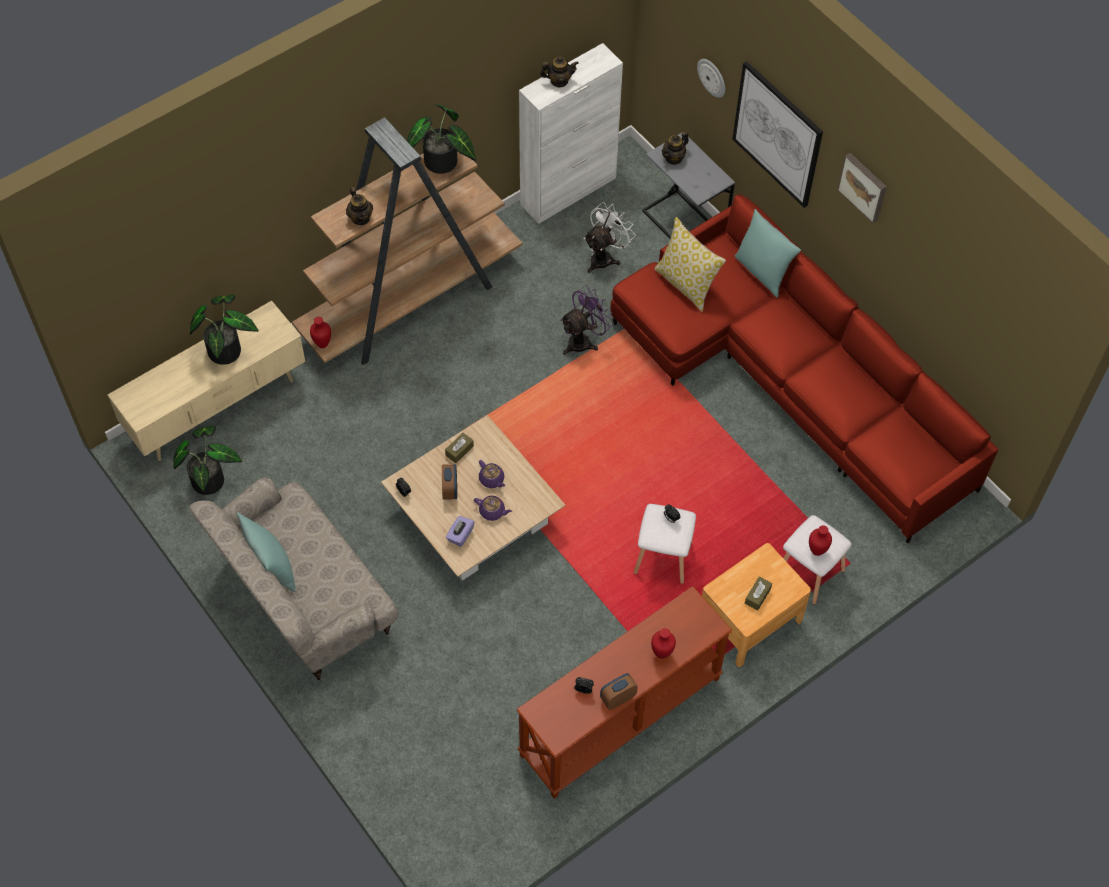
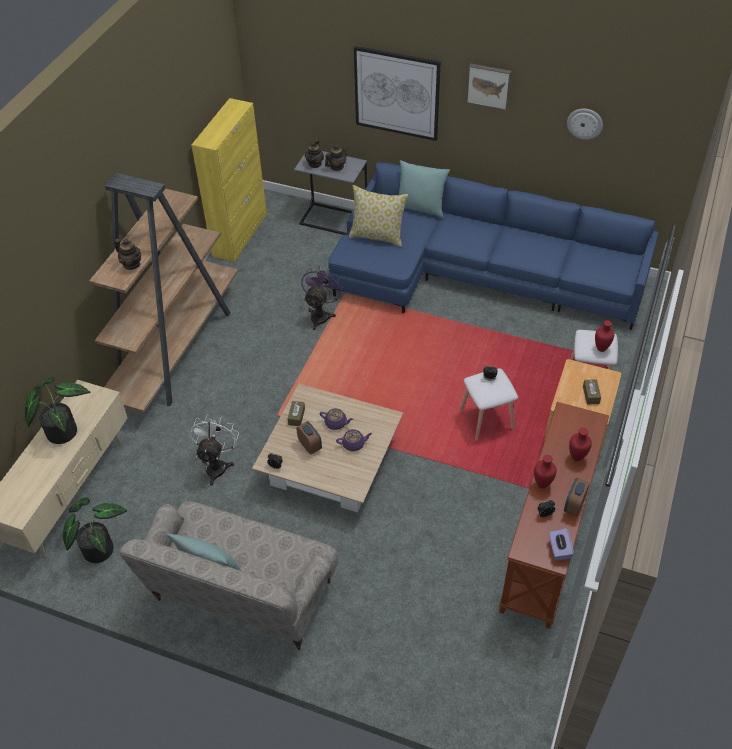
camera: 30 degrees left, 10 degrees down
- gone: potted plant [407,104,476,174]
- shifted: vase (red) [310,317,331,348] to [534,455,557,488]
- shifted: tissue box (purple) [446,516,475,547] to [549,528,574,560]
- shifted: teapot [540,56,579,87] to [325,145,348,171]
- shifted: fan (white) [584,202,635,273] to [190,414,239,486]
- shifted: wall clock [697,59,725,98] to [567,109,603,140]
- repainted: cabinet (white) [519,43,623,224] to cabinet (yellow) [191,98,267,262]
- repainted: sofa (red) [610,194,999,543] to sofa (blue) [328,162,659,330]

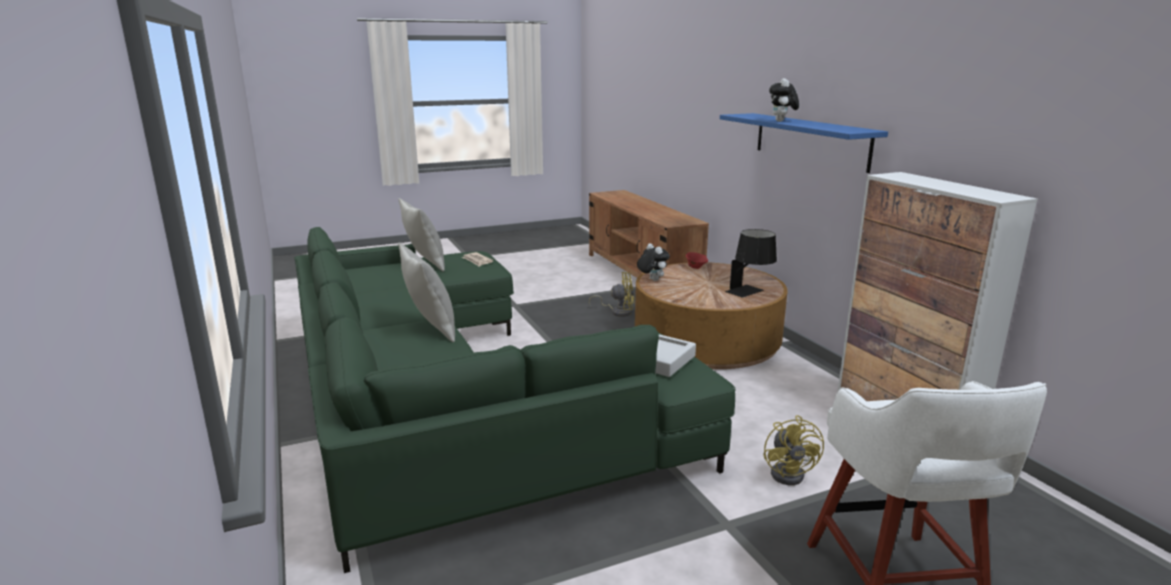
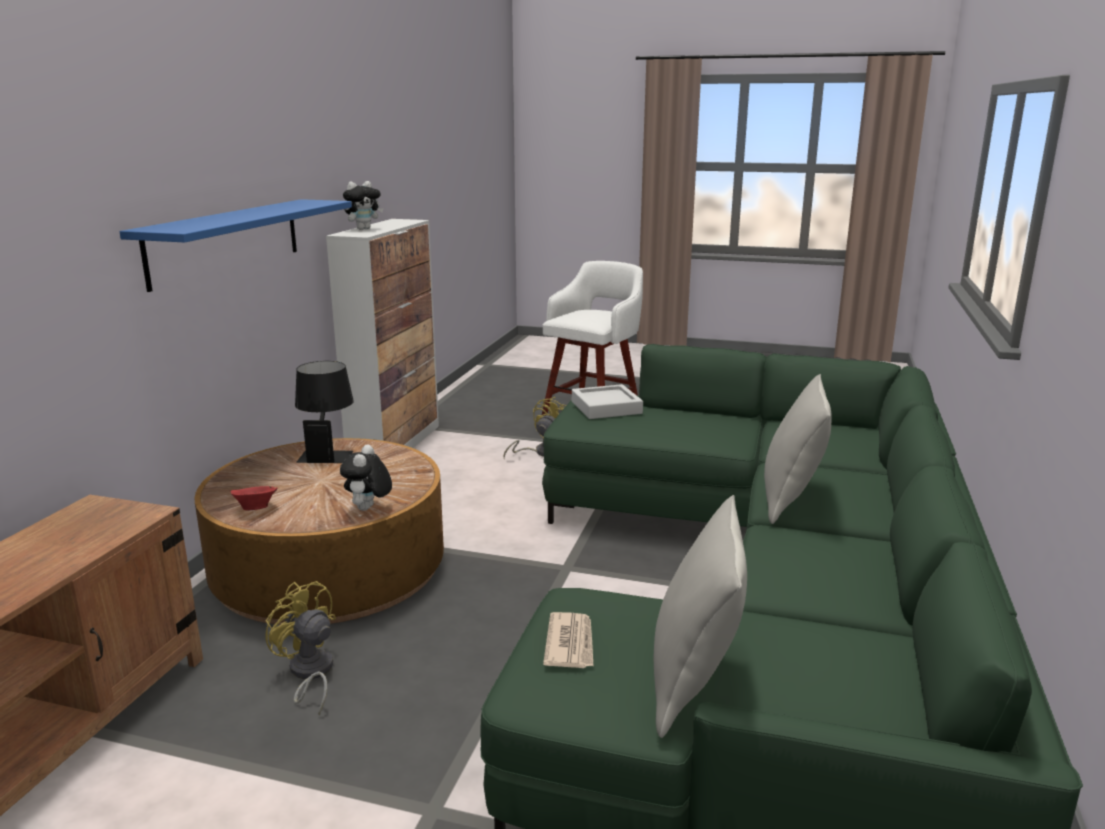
camera: 140 degrees left, 0 degrees up
- shifted: plush toy [769,79,799,122] to [343,181,383,230]

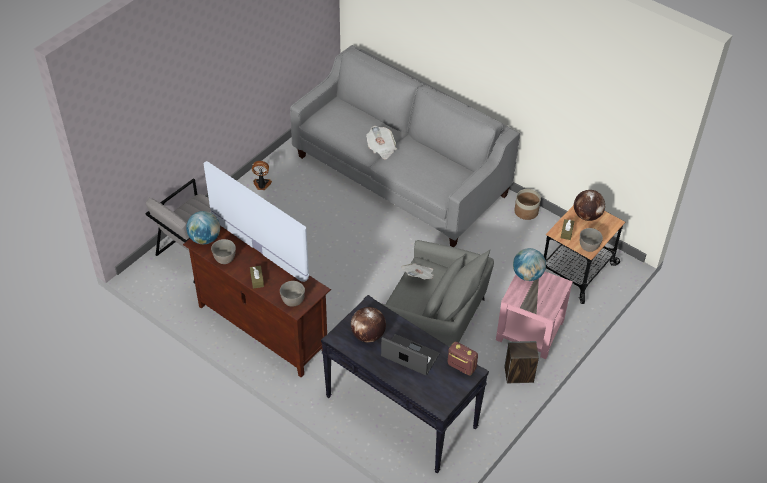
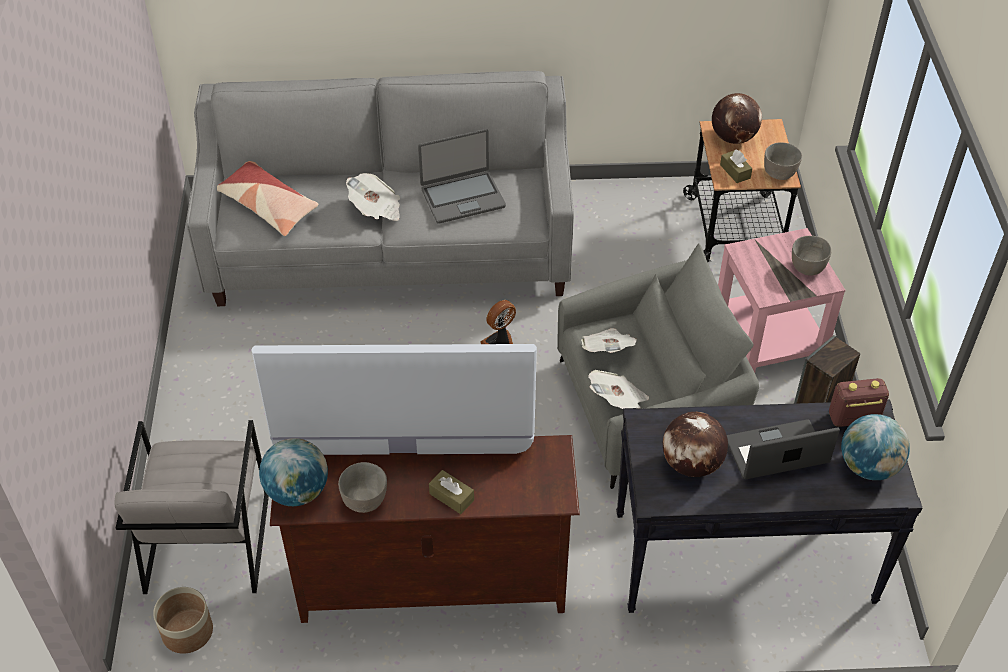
camera: 40 degrees left, 0 degrees up
- new: pillow [217,161,318,236]
- new: laptop [418,129,506,224]
- new: newspaper [589,370,649,409]
- shifted: fan [252,161,272,190] to [480,300,516,344]
- shifted: bowl (grey) [280,281,305,307] to [792,236,831,276]
- shifted: globe [513,248,546,281] to [841,414,910,480]
- shifted: planter [514,189,541,220] to [153,587,213,654]

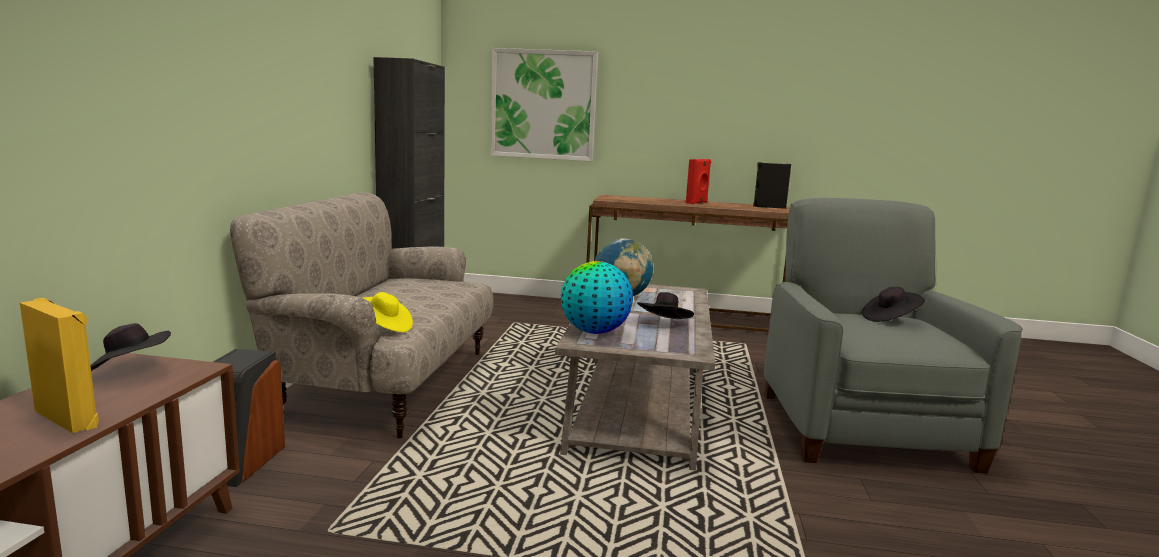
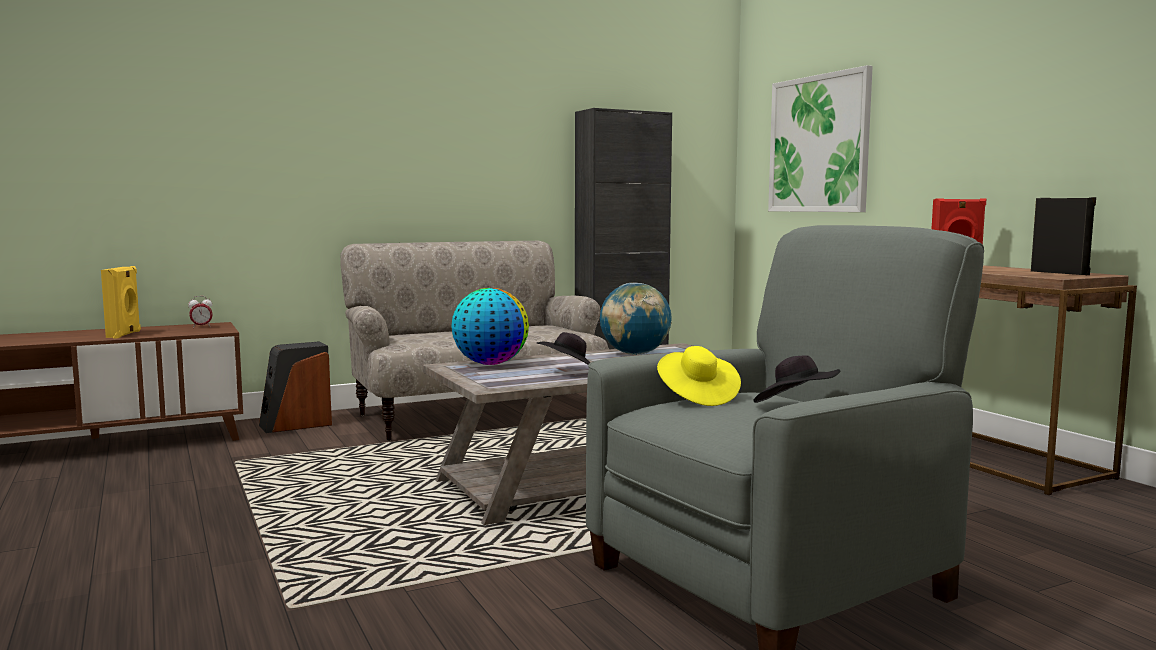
camera: 55 degrees right, 5 degrees down
- shifted: hat (yellow) [363,292,413,332] to [657,346,741,406]
- swapped: hat (black) [91,323,171,371] to alarm clock [188,296,213,328]

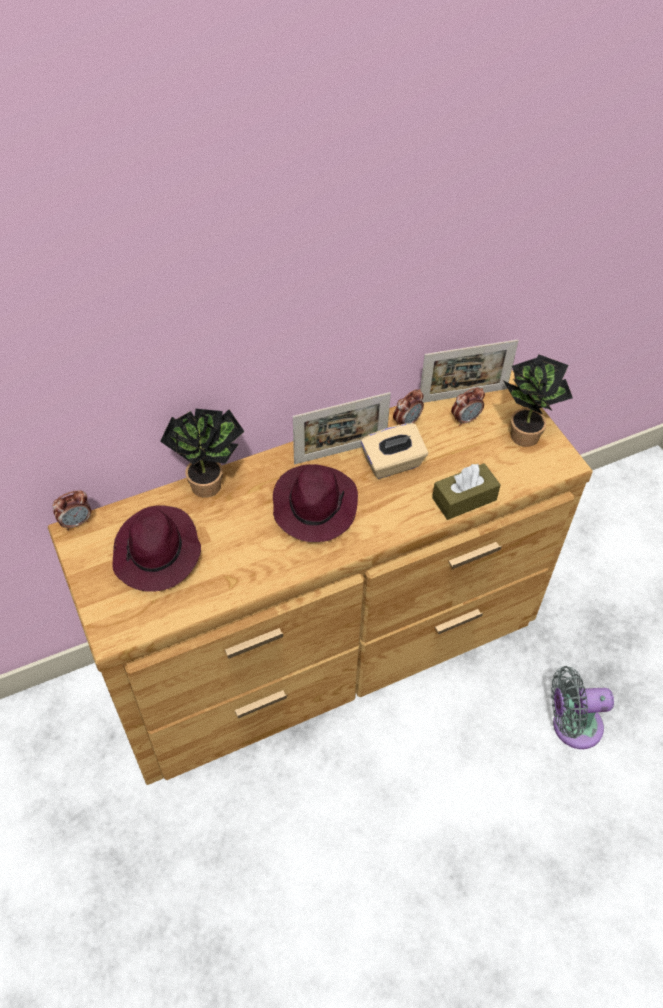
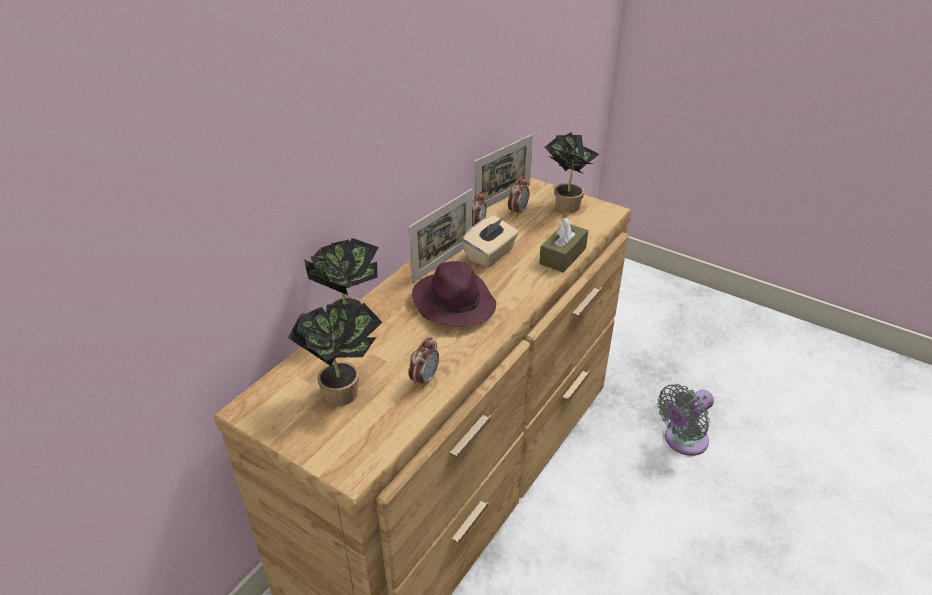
camera: 30 degrees left, 15 degrees down
- shifted: alarm clock [52,490,91,531] to [409,337,439,388]
- swapped: hat (purple) [113,505,201,592] to potted plant [288,303,382,406]

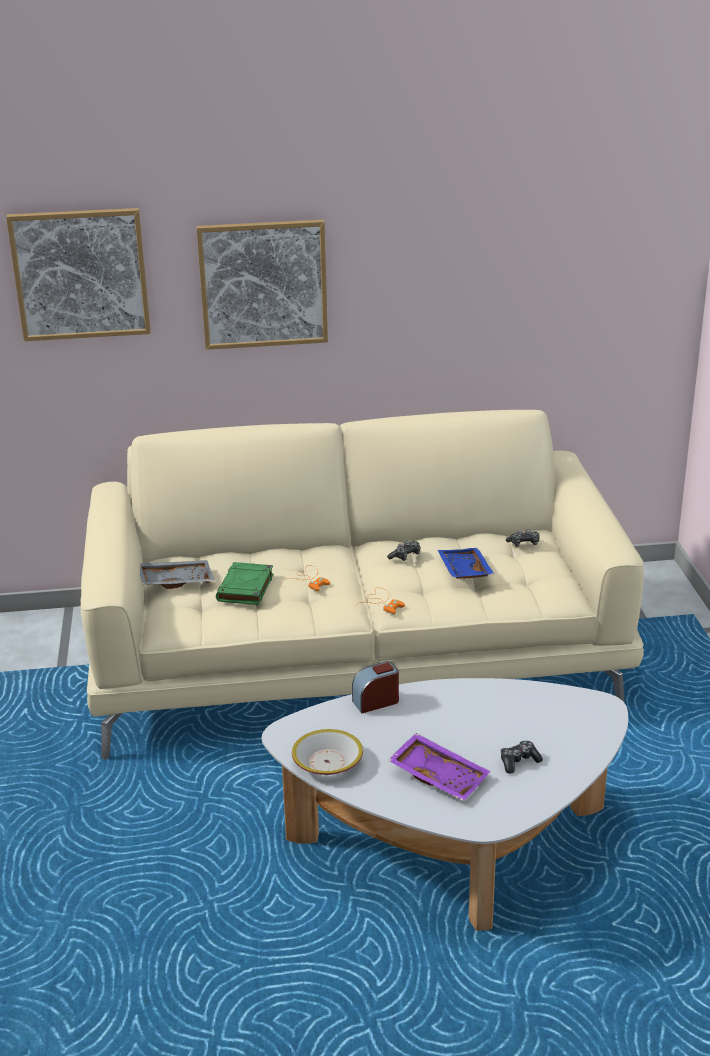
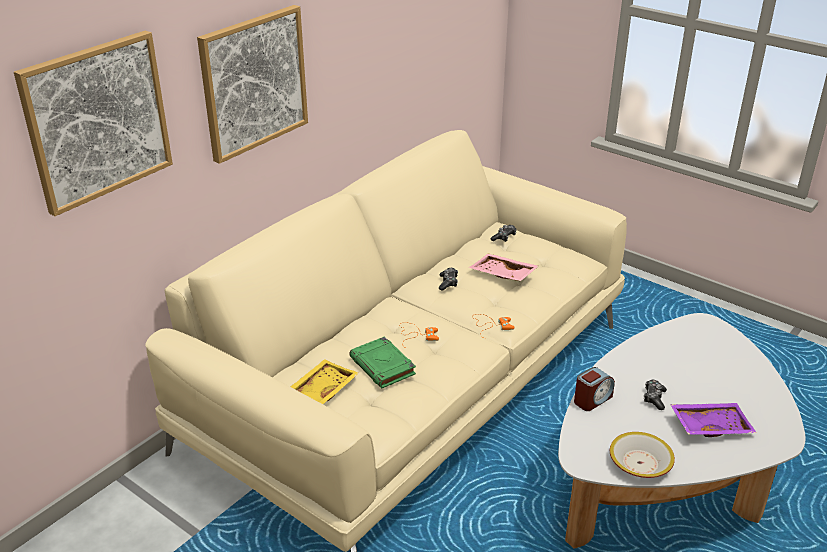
camera: 45 degrees left, 5 degrees up
- shifted: game controller [501,741,543,774] to [644,380,667,410]
- repainted: tray (grey) [140,560,215,589] to tray (yellow) [291,359,359,404]
- repainted: tray (blue) [438,548,494,579] to tray (pink) [469,254,539,281]
- rotated: alarm clock [352,661,399,714] = [574,367,615,411] 150 degrees counterclockwise

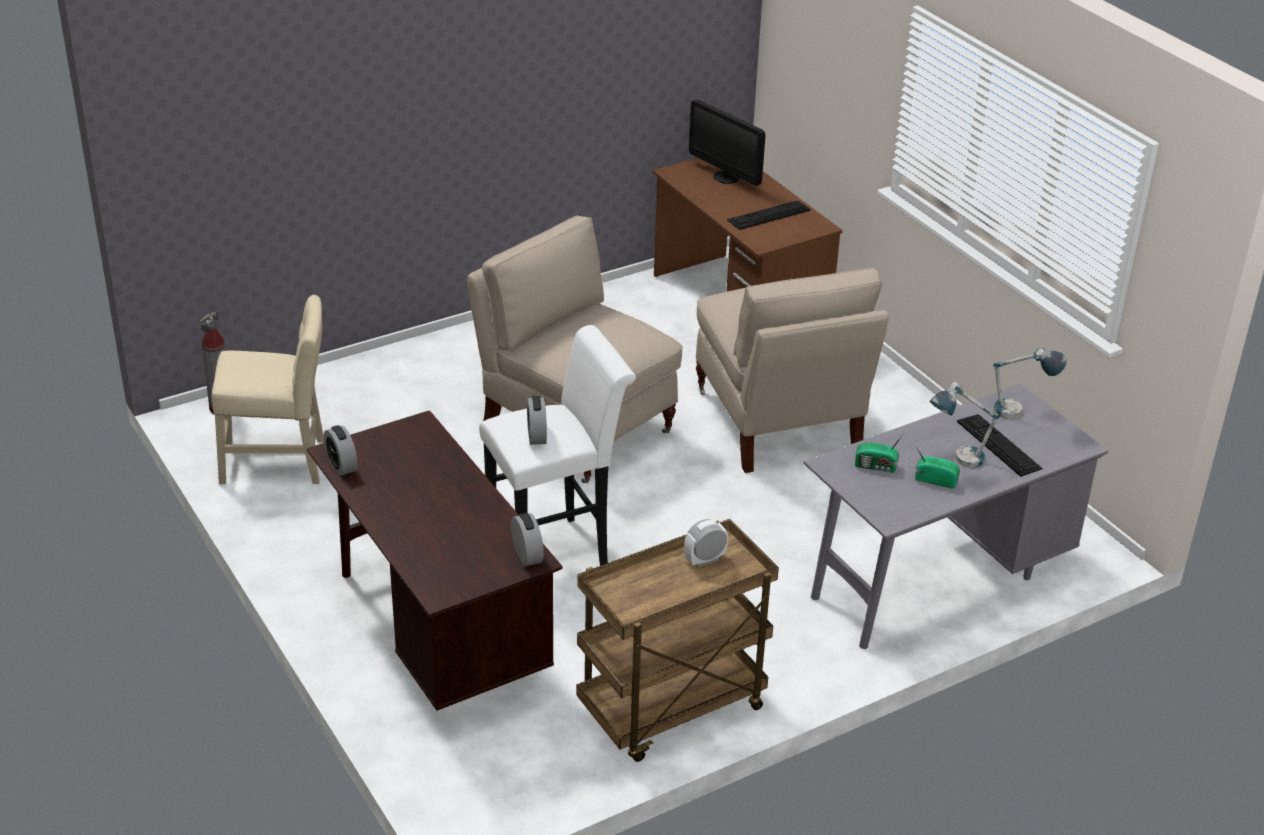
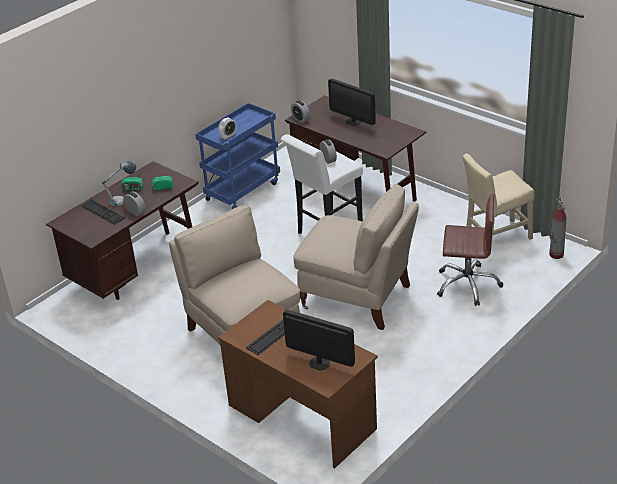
camera: 165 degrees right, 0 degrees up
- gone: table lamp [993,348,1067,419]
- new: monitor [328,78,376,126]
- new: office chair (brown) [437,194,503,306]
- shifted: alarm clock [324,425,358,476] to [123,192,146,216]
- repainted: cart (brown) [577,519,779,762] to cart (blue) [195,103,280,209]
- repainted: desk (grey) [803,384,1108,649] to desk (brown) [46,161,199,300]

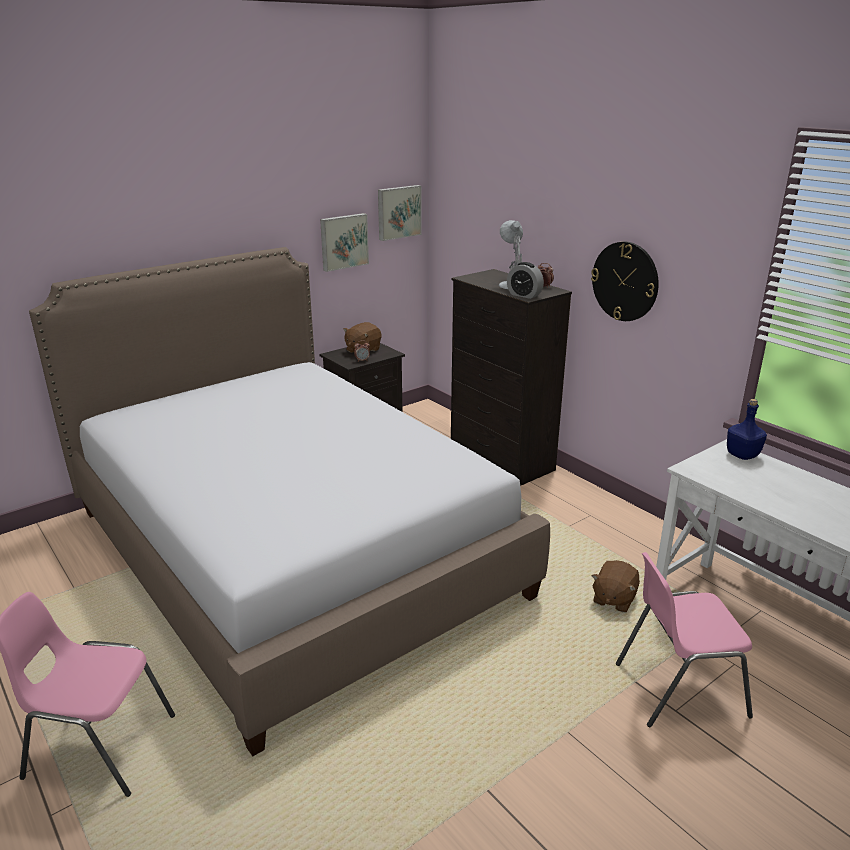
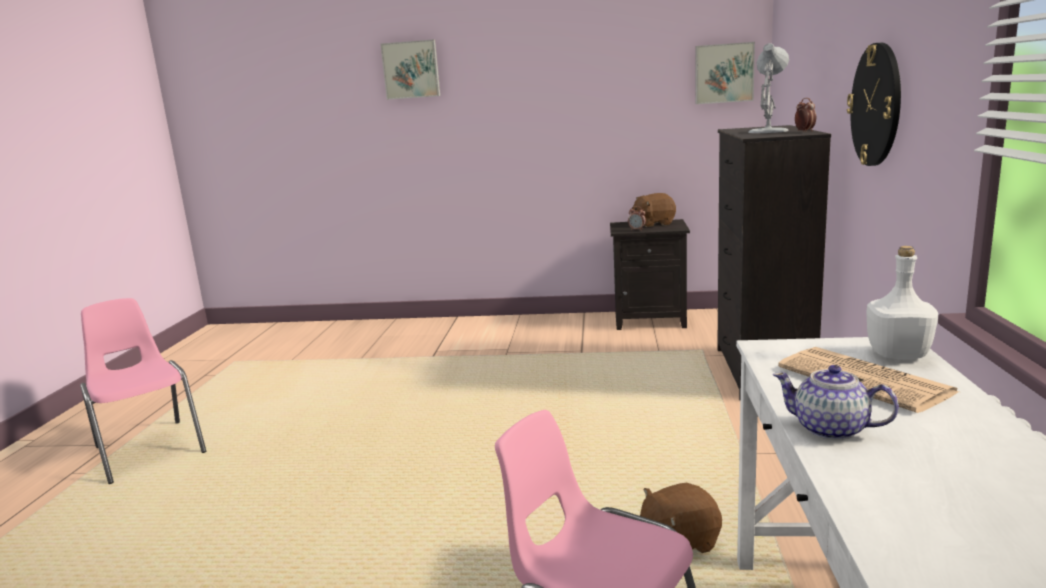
camera: 45 degrees right, 10 degrees down
- gone: bed [29,247,550,756]
- gone: alarm clock [507,262,544,299]
- new: teapot [773,365,899,440]
- new: newspaper [778,347,959,413]
- shifted: picture [320,213,369,272] to [380,39,440,100]
- repainted: bottle (blue) [727,399,767,460] to bottle (white) [866,246,938,359]

